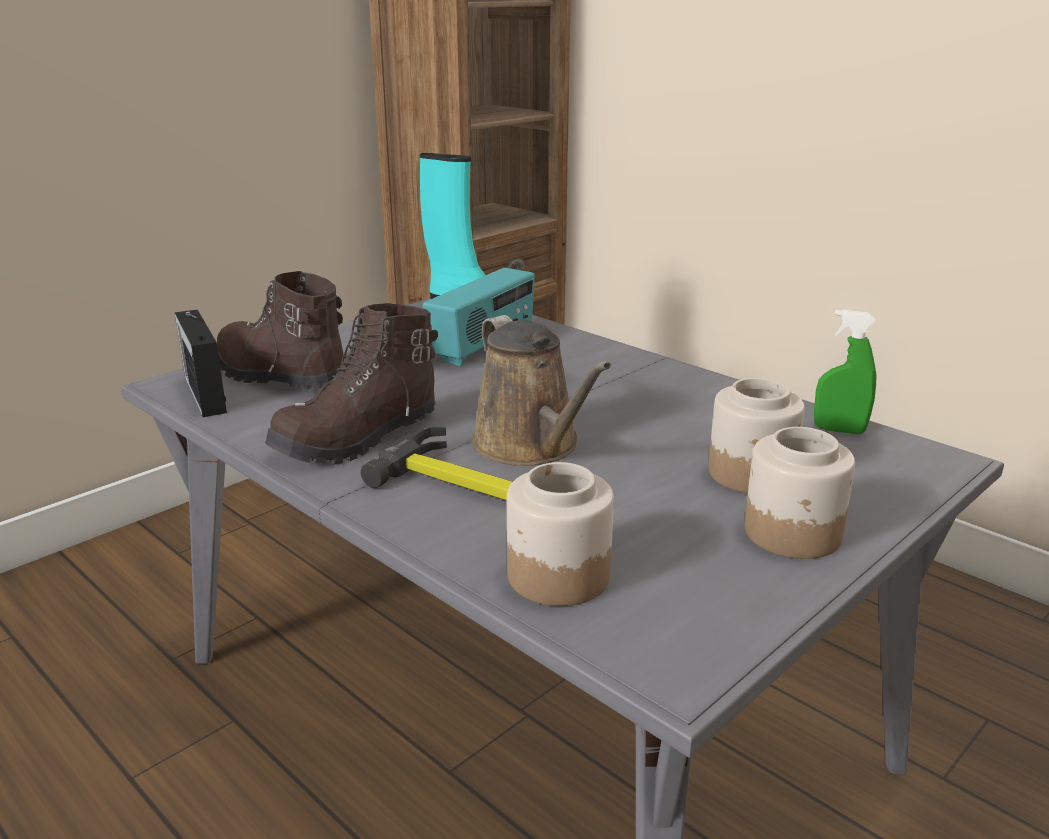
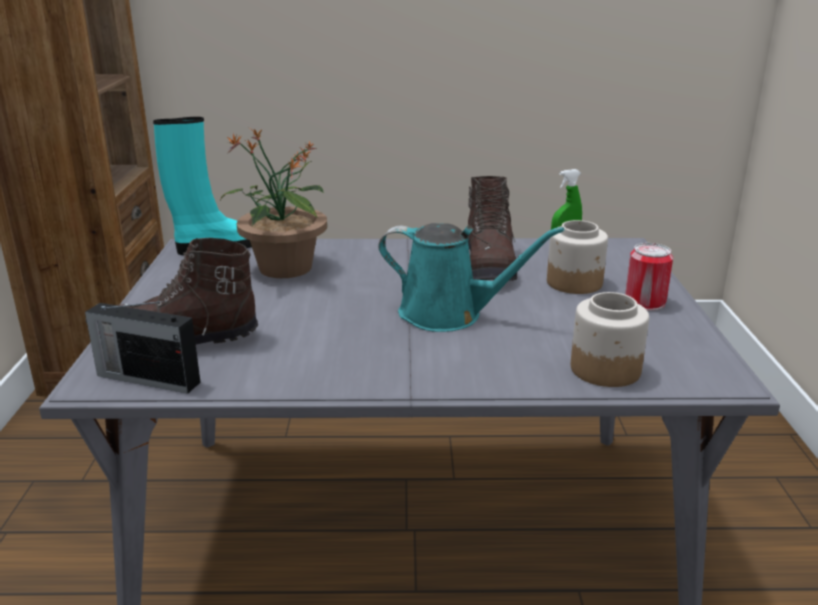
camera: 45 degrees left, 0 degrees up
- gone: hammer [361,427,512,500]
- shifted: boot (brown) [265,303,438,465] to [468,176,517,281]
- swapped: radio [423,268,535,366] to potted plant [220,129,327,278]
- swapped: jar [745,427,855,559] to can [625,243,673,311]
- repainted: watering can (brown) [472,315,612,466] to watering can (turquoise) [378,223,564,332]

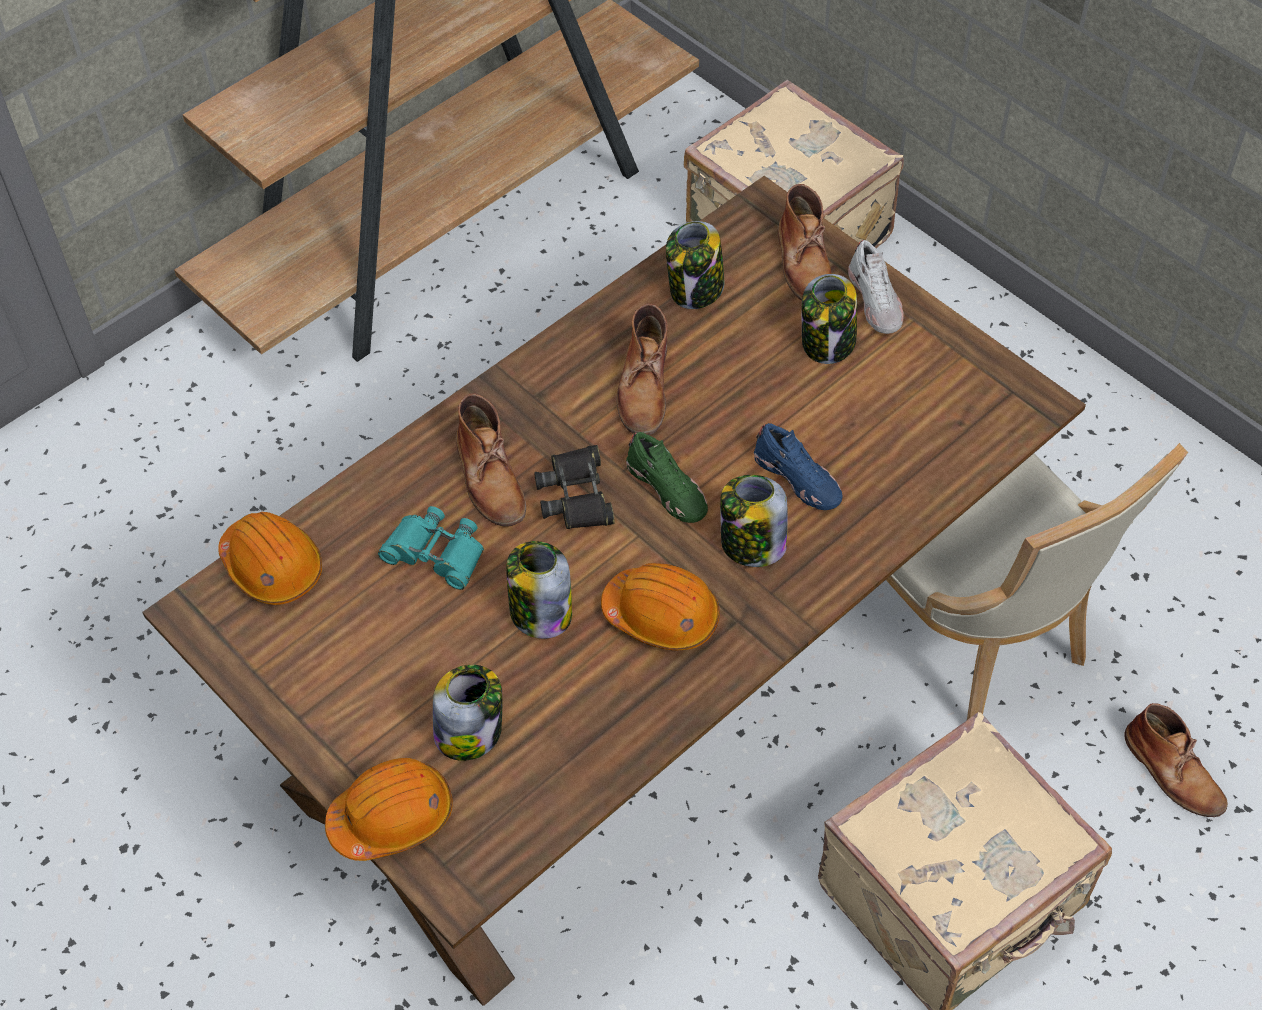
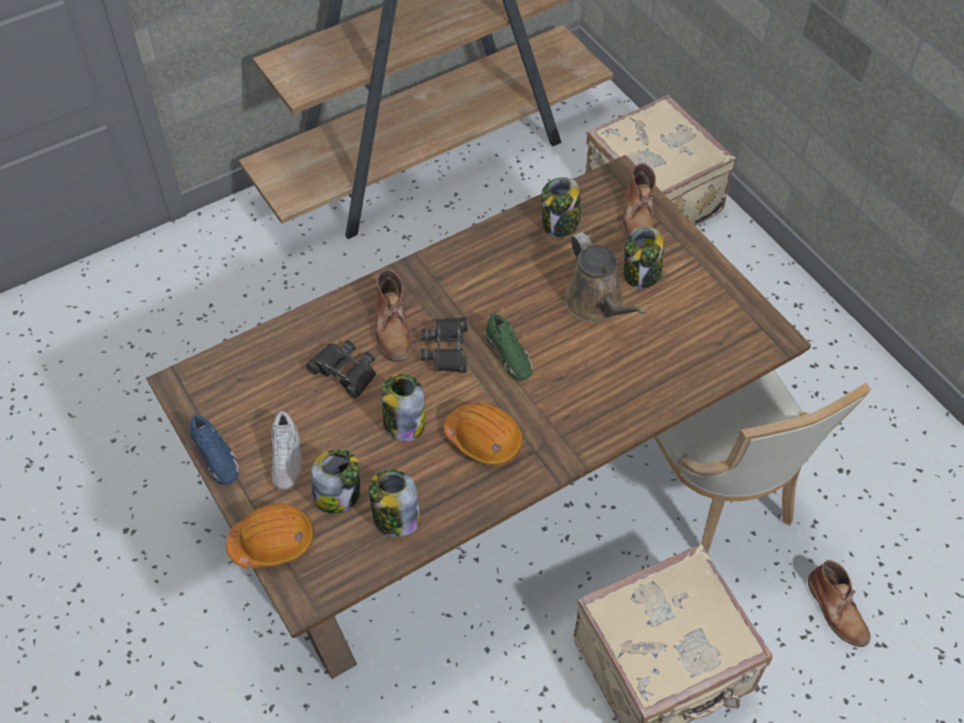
camera: 10 degrees right, 0 degrees up
- gone: hard hat (orange) [218,512,322,605]
- gone: boot (brown) [617,304,667,435]
- new: watering can (brown) [565,232,646,323]
- shifted: jar [720,475,788,567] to [369,470,420,537]
- shifted: shoe (blue) [754,423,842,510] to [190,415,239,485]
- shifted: shoe (white) [848,240,904,334] to [271,411,303,490]
- repainted: binoculars (turquoise) [378,506,484,590] to binoculars (black) [306,340,376,399]

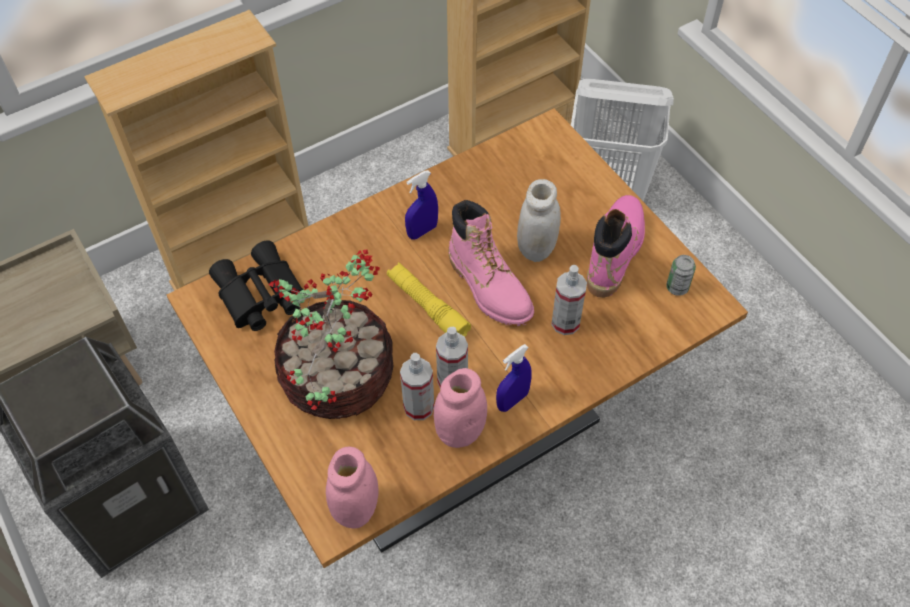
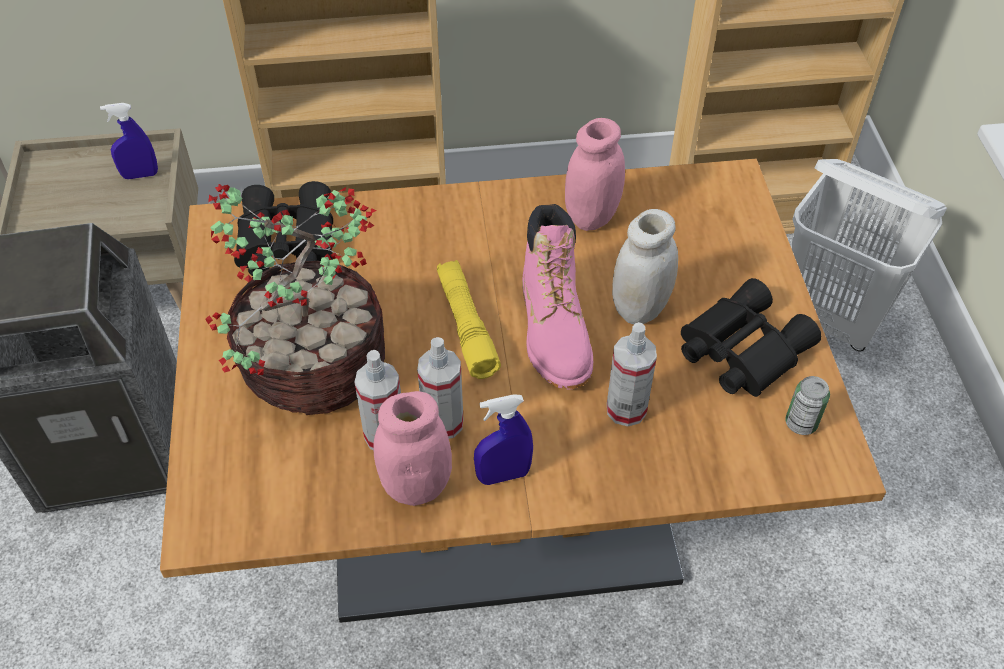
camera: 25 degrees right, 5 degrees down
- shifted: jar (pink) [326,447,379,528] to [565,118,625,231]
- shifted: spray bottle (blue) [405,170,438,240] to [100,103,158,179]
- swapped: boot (pink) [587,195,645,298] to binoculars (black) [681,278,821,397]

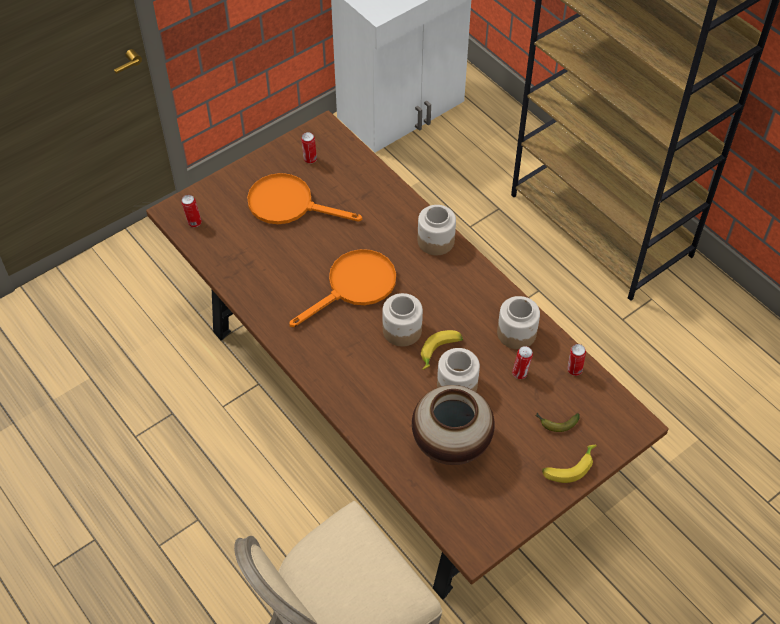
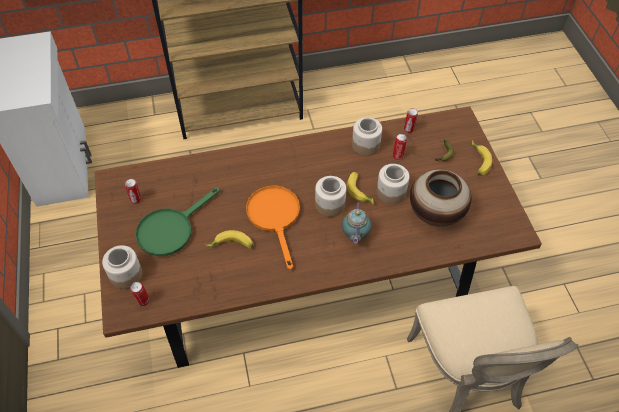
camera: 65 degrees left, 0 degrees up
- new: banana [206,230,253,249]
- new: teapot [342,202,371,244]
- shifted: jar [418,205,456,255] to [102,245,142,289]
- repainted: frying pan (orange) [247,173,362,224] to frying pan (green) [136,187,220,256]

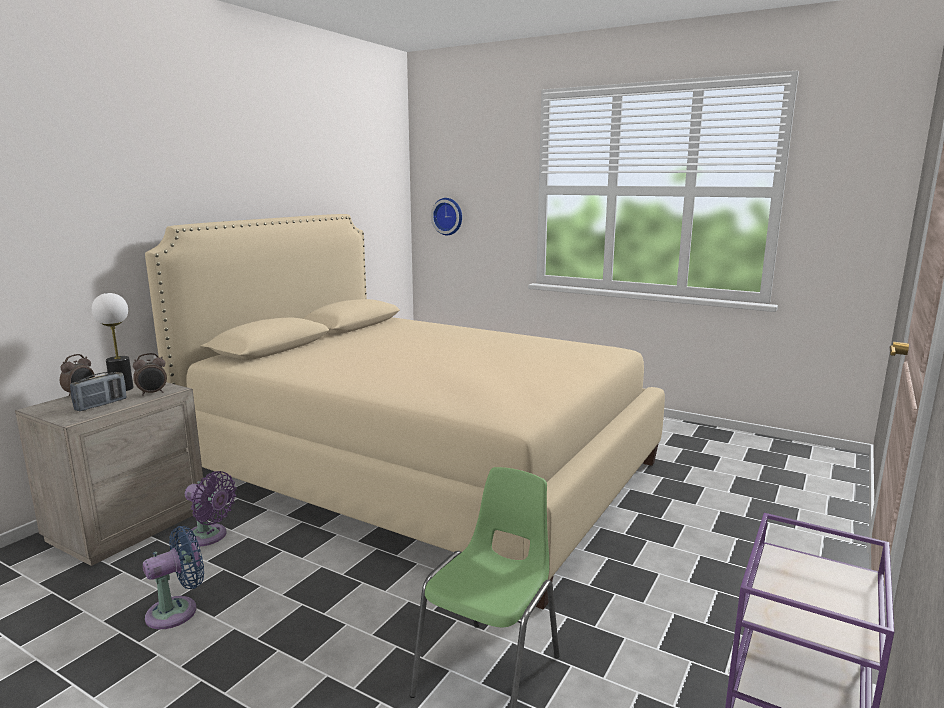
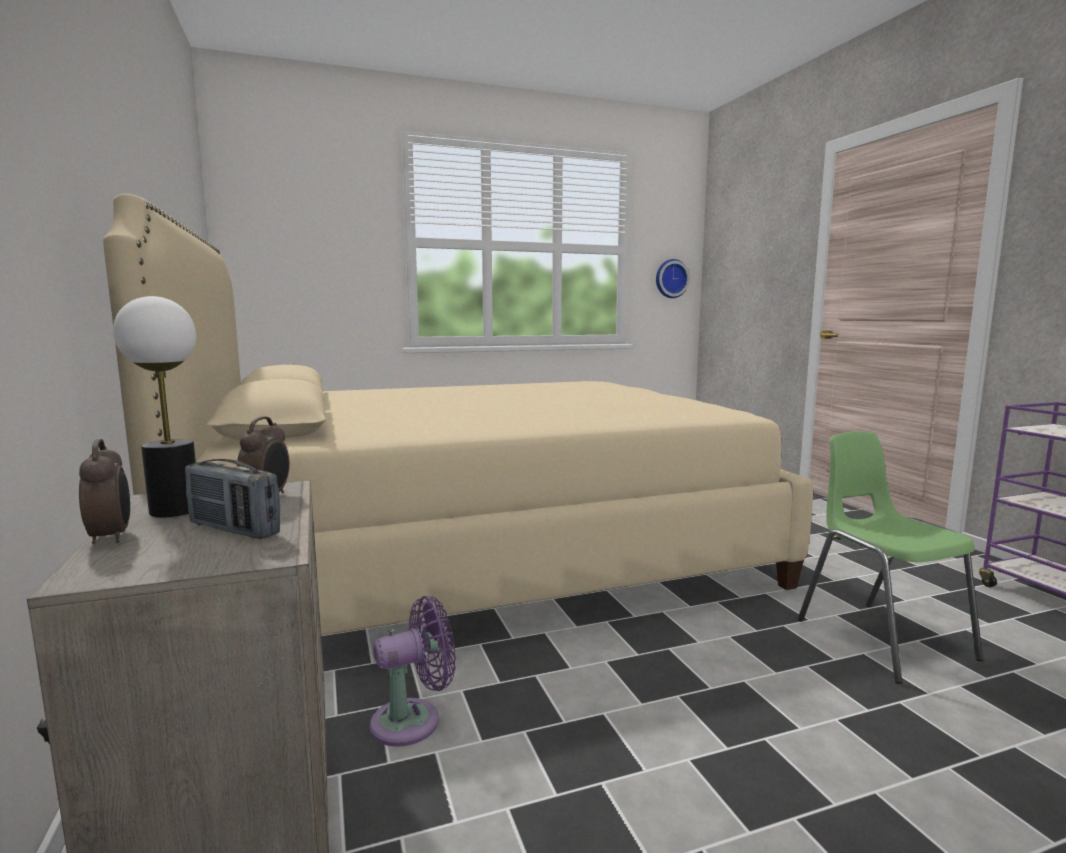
camera: 50 degrees left, 5 degrees down
- gone: fan (blue) [143,526,204,629]
- shifted: wall clock [431,198,462,235] to [656,259,690,298]
- rotated: radio [70,372,126,411] = [185,459,280,539] 135 degrees clockwise

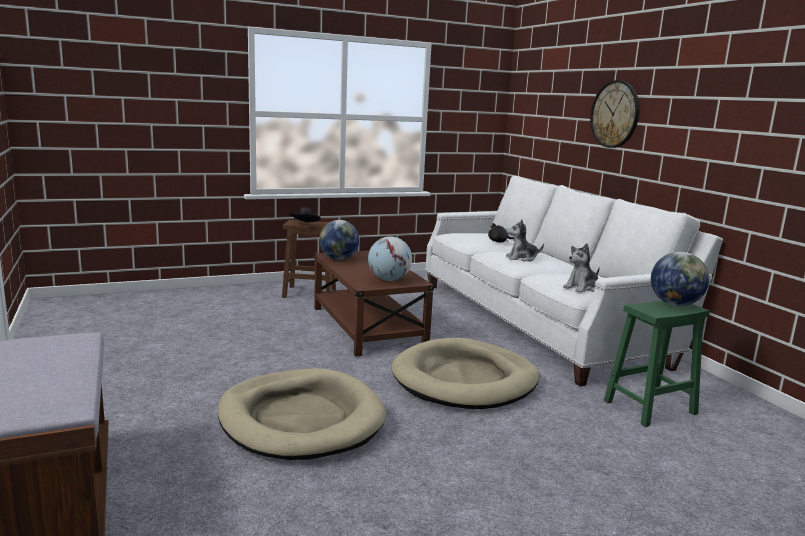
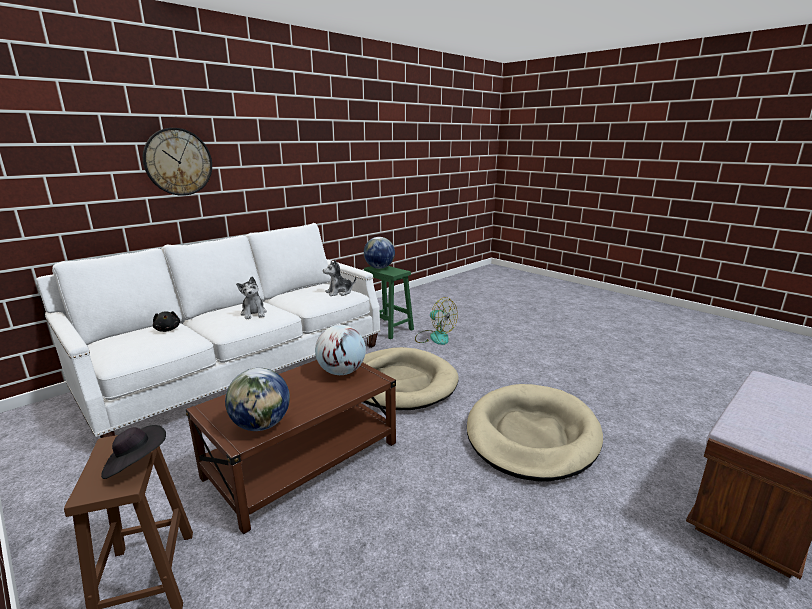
camera: 110 degrees left, 5 degrees up
- new: fan [415,297,458,345]
- rotated: plush toy [563,243,600,293] = [323,260,356,296] 120 degrees clockwise

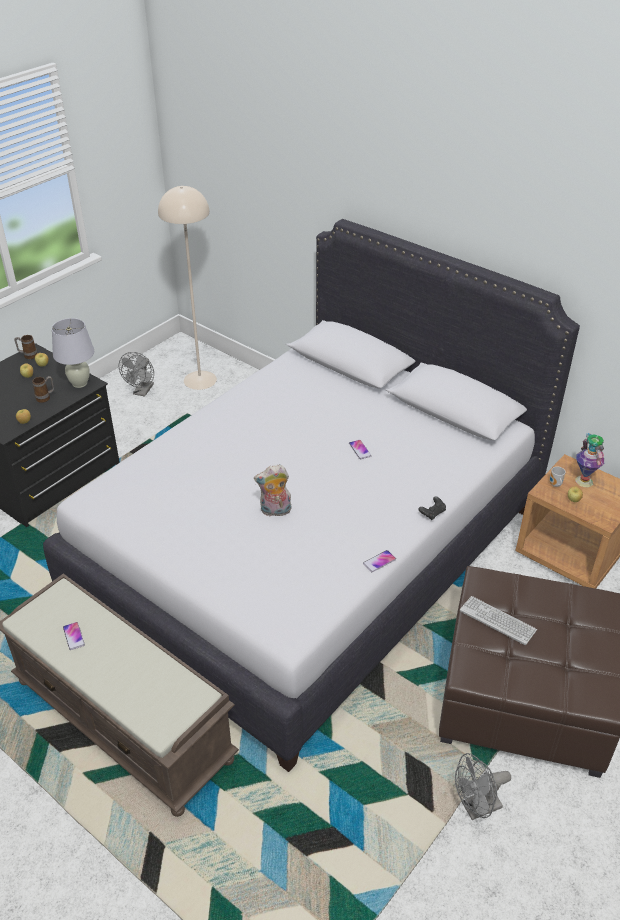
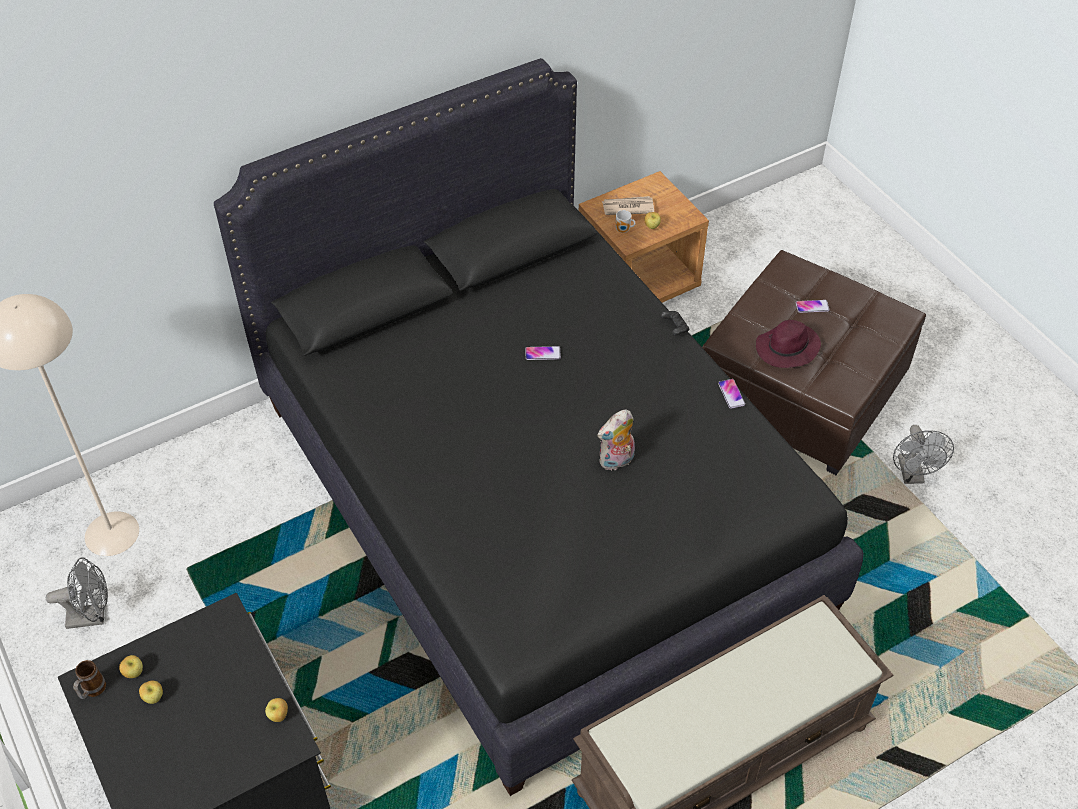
camera: 70 degrees left, 10 degrees up
- gone: mug [33,376,54,403]
- gone: table lamp (white) [52,318,94,388]
- shifted: phone [63,622,85,650] to [796,300,830,313]
- swapped: keyboard [460,596,537,645] to hat (purple) [756,320,821,368]
- swapped: vase [576,433,604,487] to newspaper [602,196,654,215]
- repainted: bed (white) [43,219,580,772] to bed (black) [214,58,864,796]
- rotated: fan (grey) [119,352,154,397] = [46,557,108,629] 45 degrees counterclockwise
- rotated: plush toy [254,464,292,516] = [598,410,635,470] 45 degrees clockwise

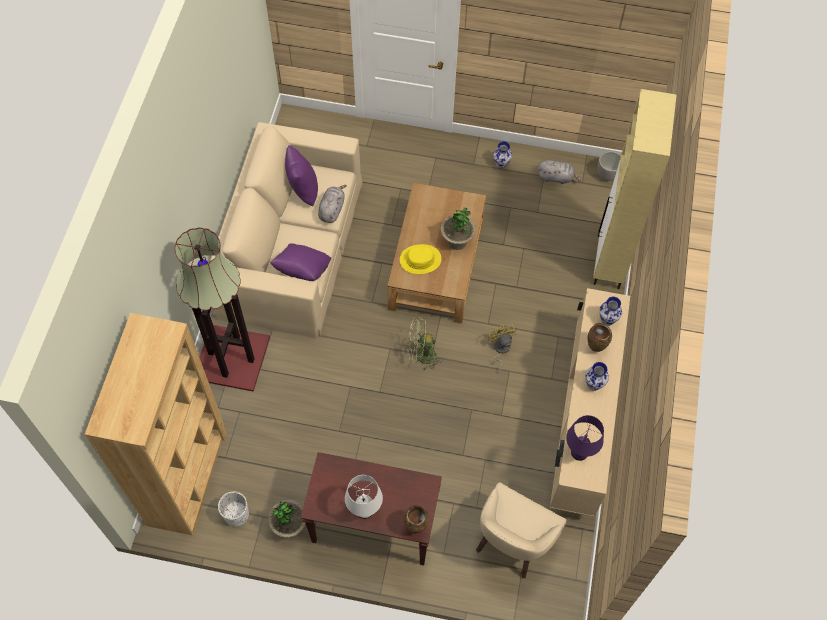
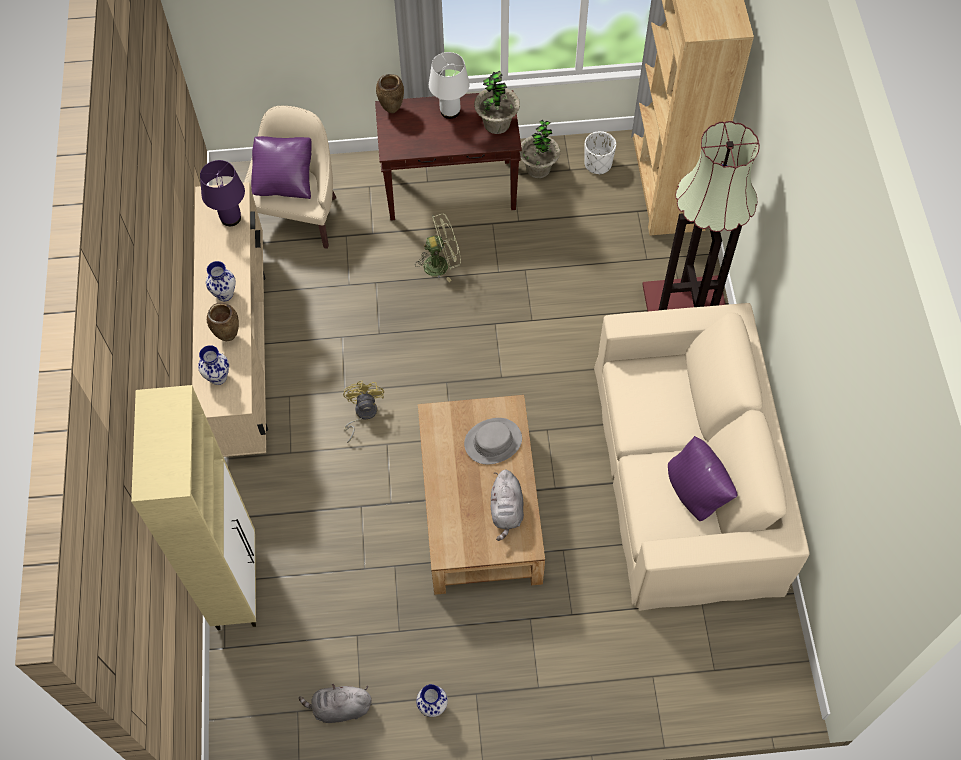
camera: 165 degrees right, 0 degrees up
- gone: planter [597,151,621,181]
- shifted: pillow (purple) [270,244,331,281] to [251,136,312,199]
- shifted: plush toy (grey) [318,185,347,223] to [491,470,524,541]
- shifted: fan (green) [407,317,443,370] to [415,214,461,282]
- shifted: potted plant [440,208,476,250] to [474,70,520,134]
- repainted: hat (yellow) [400,244,441,274] to hat (grey) [464,418,522,464]
- rotated: fan (yellow) [487,324,517,373] = [343,380,384,443] 150 degrees counterclockwise

